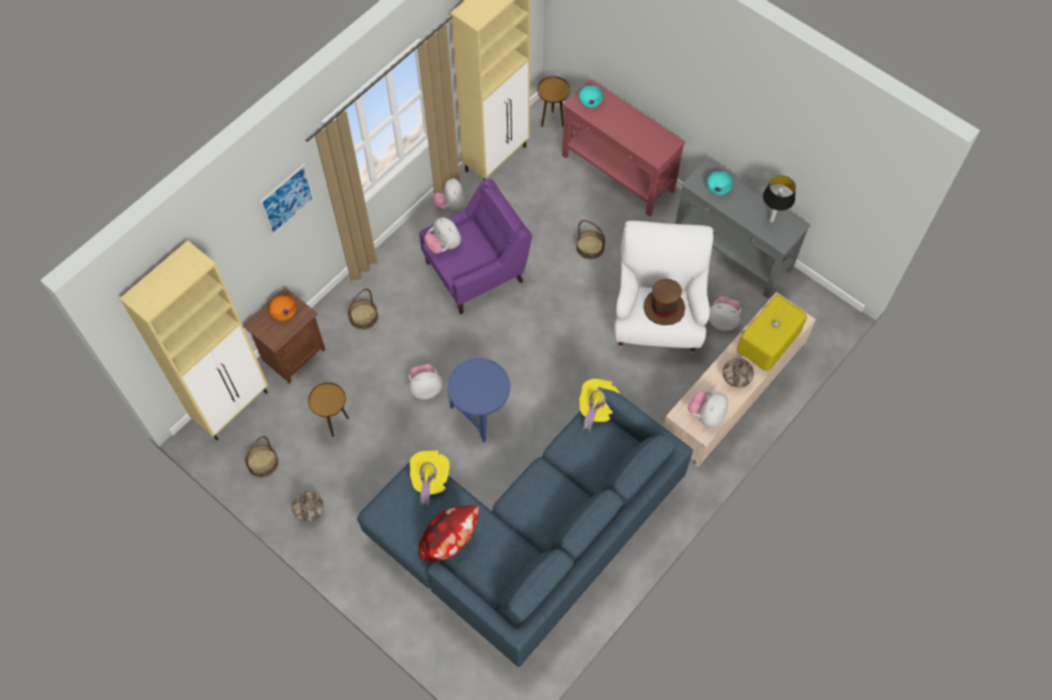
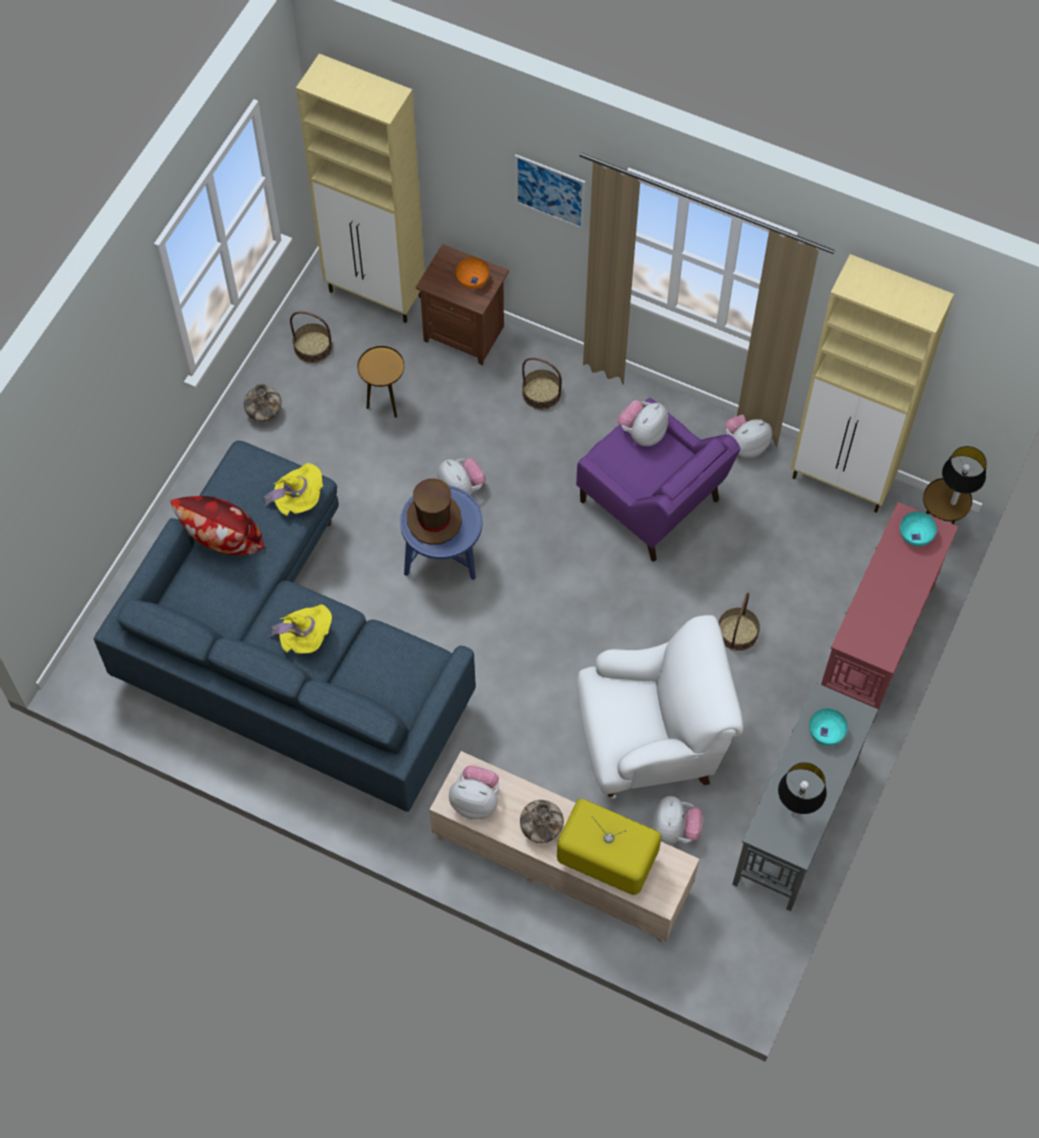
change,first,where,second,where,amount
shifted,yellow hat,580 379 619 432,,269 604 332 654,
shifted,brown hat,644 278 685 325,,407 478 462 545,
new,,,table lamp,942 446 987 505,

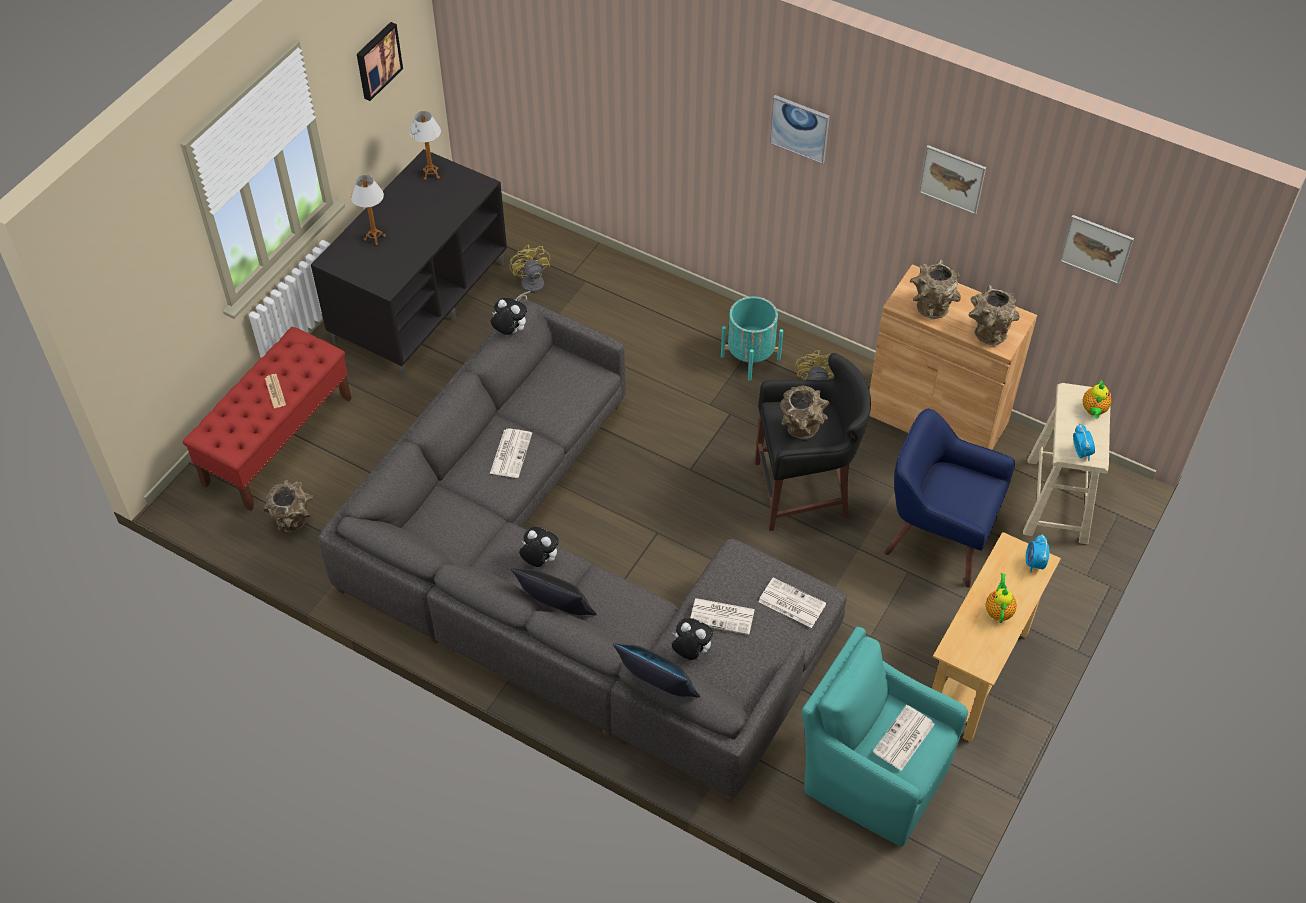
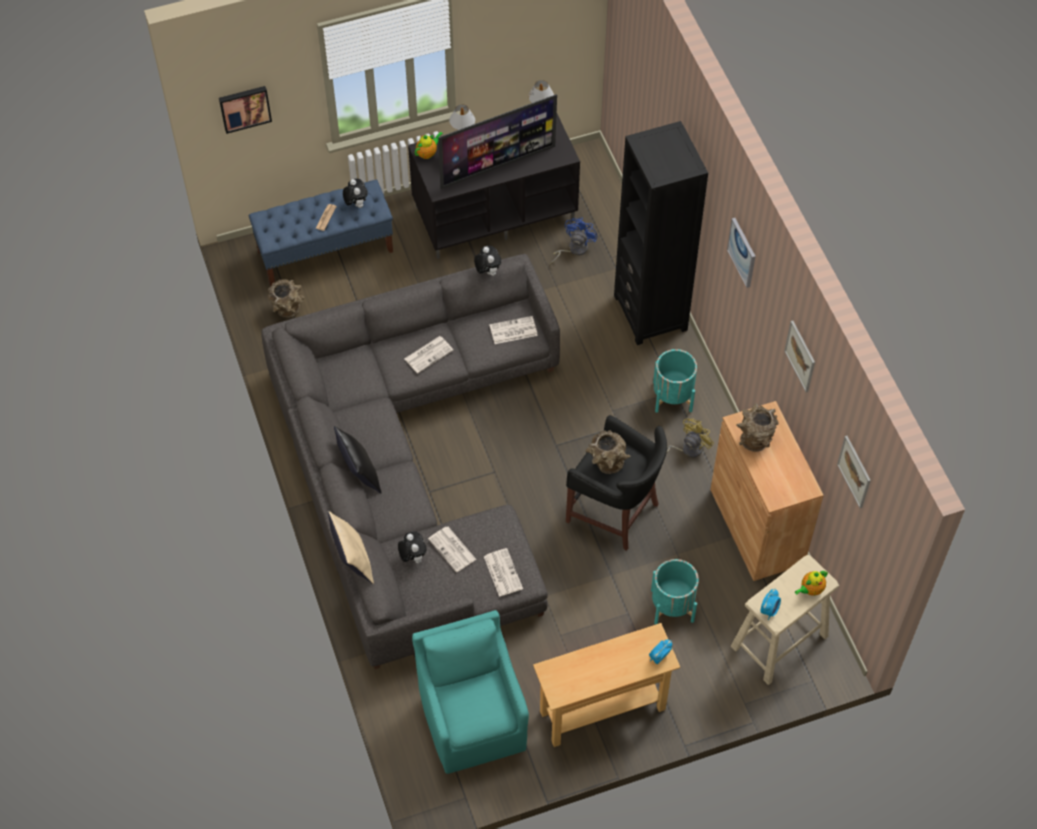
change,first,where,second,where,amount
shifted,picture,357 22 403 101,,219 86 272 134,
repainted,red bench,183 327 352 511,blue bench,249 180 393 286,
repainted,blue pillow,613 644 700 698,beige pillow,328 511 374 584,
shifted,plush toy,519 527 559 567,,343 178 368 208,
shifted,teapot,986 573 1017 623,,415 132 443 159,
new,,,television,438 94 557 189,
shifted,newspaper,872 705 935 771,,489 316 538 344,
repainted,yellow fan,509 245 550 301,blue fan,550 218 598 265,
new,,,black bookcase,614 121 708 345,
swapped,blue armchair,884 409 1015 588,turquoise planter,651 559 699 625,
gone,brown vase,969 284 1019 346,,,

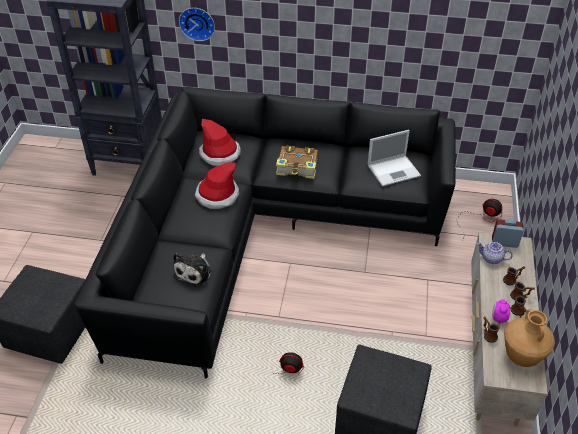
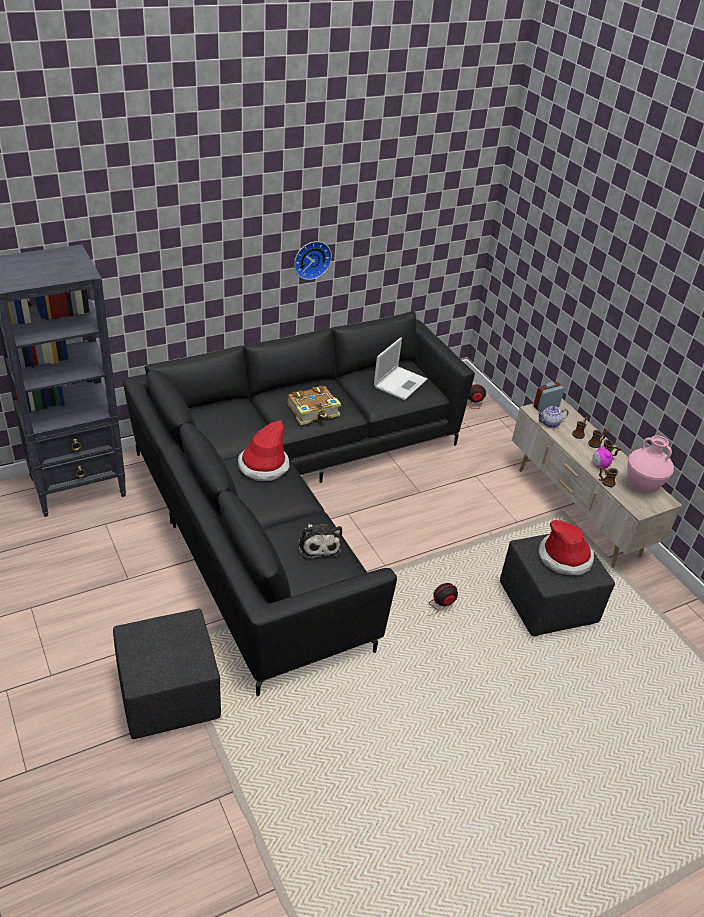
change,first,where,second,where,amount
shifted,wall clock,179 8 215 41,,294 241 332 280,
shifted,hat,199 119 241 166,,538 520 594 576,
repainted,brown vase,504 309 555 367,pink vase,627 435 674 493,

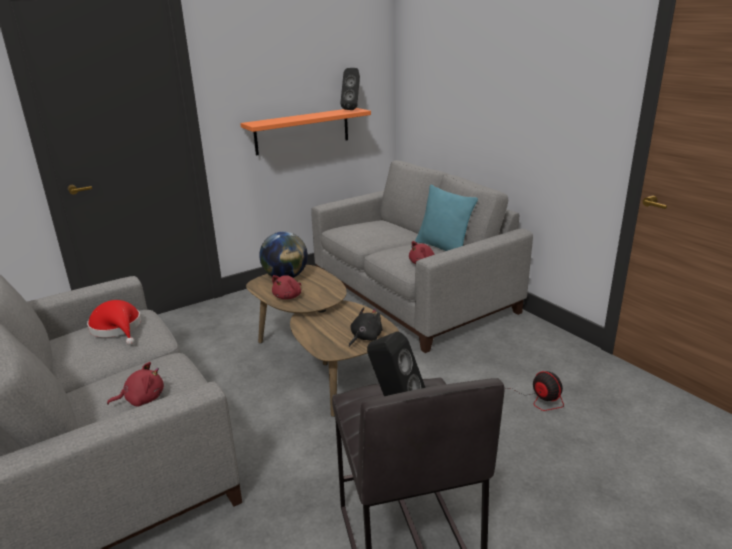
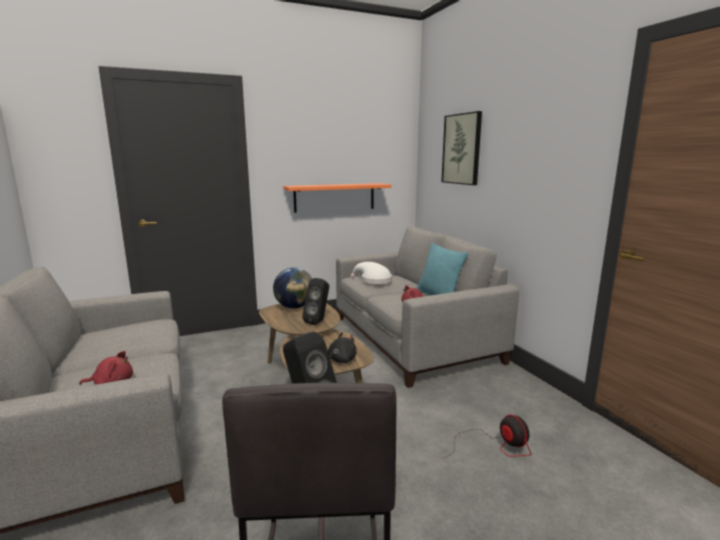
change,first,where,second,where,amount
shifted,black speaker,340 68 360 110,,302 278 329 325,
new,,,white hat,350 262 392 284,
new,,,picture,441 111 482 185,
gone,red hat,87 300 141 345,,,
gone,red plush toy,272 275 301 299,,,

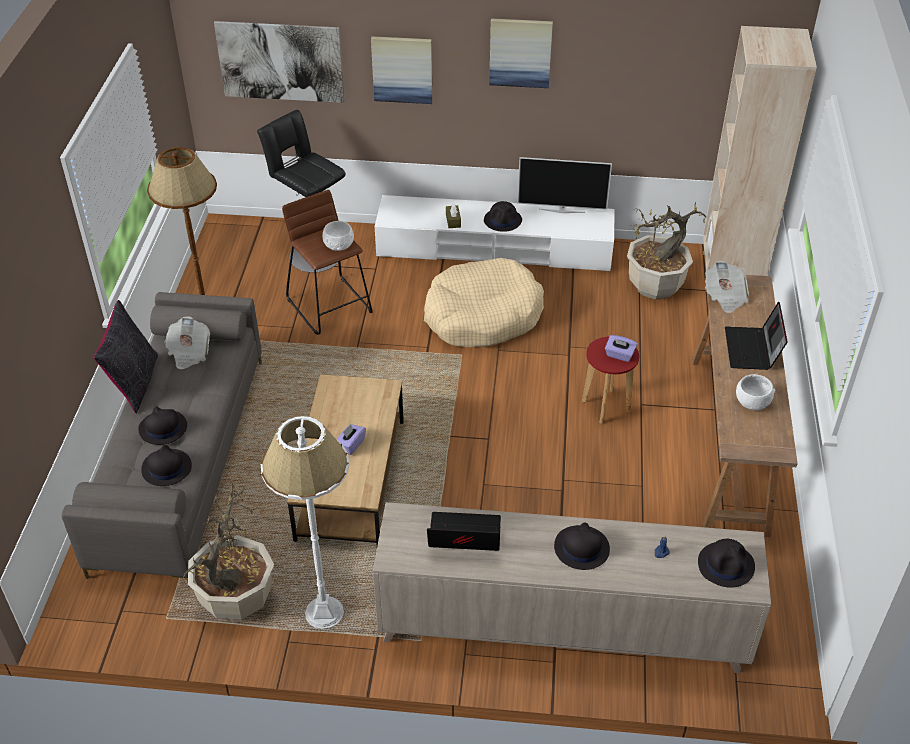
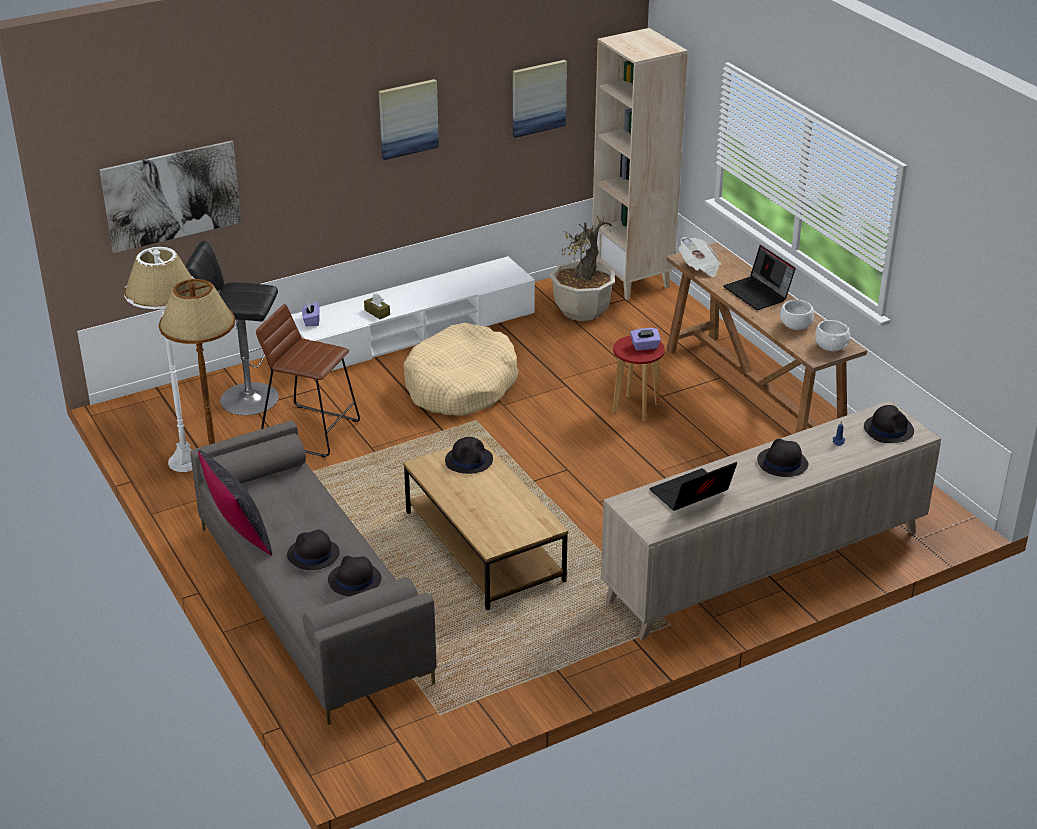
change,first,where,second,where,amount
shifted,white floor lamp,261 416 349 629,,124 247 195 472,
shifted,purple tissue box,337 424 366 455,,302 302 320 326,
shifted,black hat,484 201 522 232,,445 437 493 474,
shifted,picture,371 36 433 104,,513 60 567 138,
shifted,white bowl,322 221 354 251,,815 320 850 351,
gone,newspaper,164 316 211 369,,,
gone,potted plant,183 481 274 620,,,
gone,television,517 157 612 213,,,

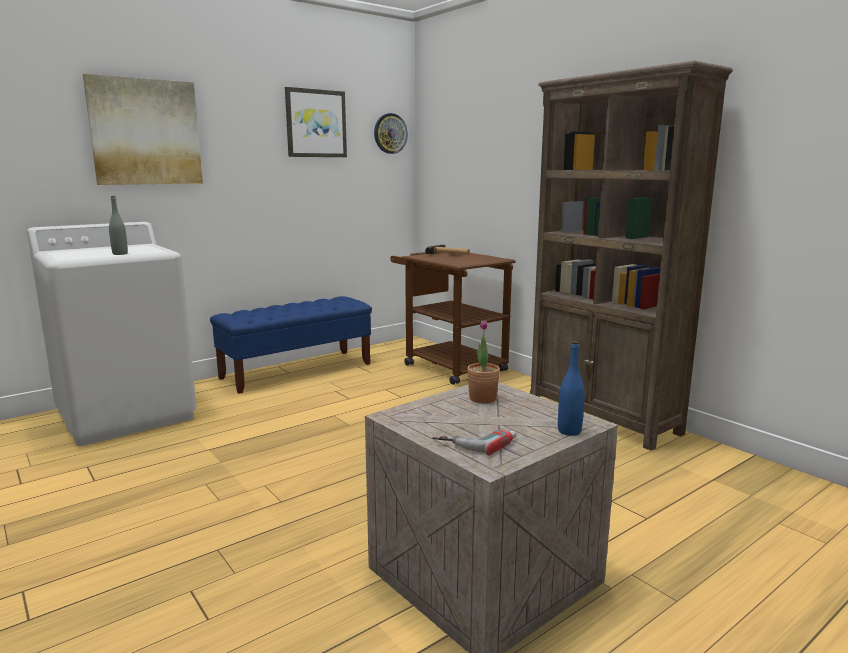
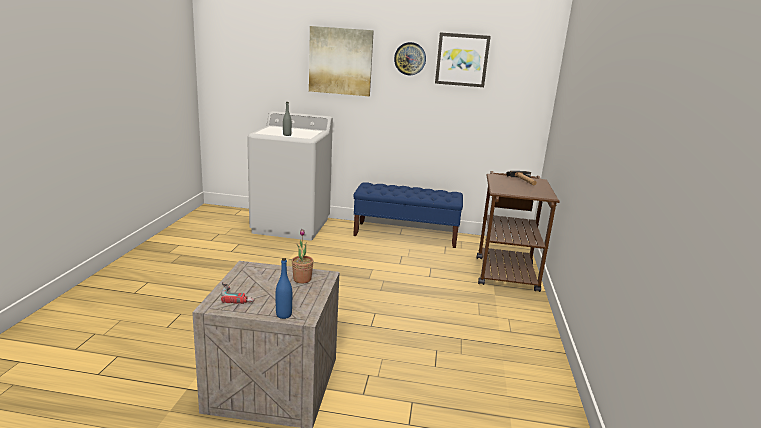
change,first,where,second,where,amount
shifted,wall clock,374 113 408 154,,394 42 426 75,
gone,brown bookcase,530 61 733 451,,,

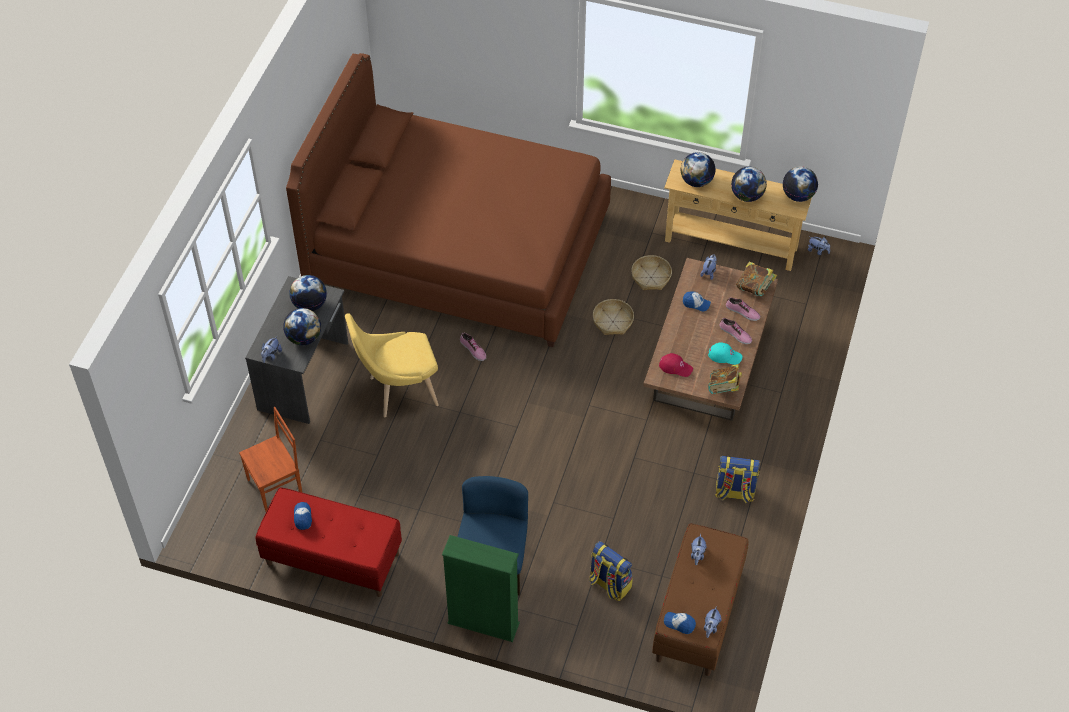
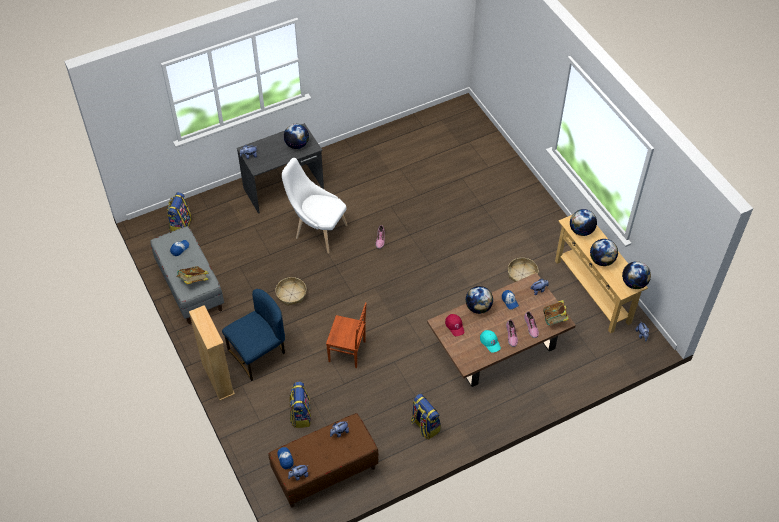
change,first,where,second,where,amount
repainted,red bench,256 487 402 597,grey bench,150 226 224 324,
new,,,backpack,167 192 192 232,
shifted,book,708 364 742 394,,176 266 209 284,
repainted,green bookcase,442 535 520 642,beige bookcase,189 305 235 401,
shifted,basket,593 299 634 335,,275 277 306 306,
repainted,yellow chair,345 313 439 418,white chair,282 158 348 253,
shifted,brown chair,239 407 302 511,,326 302 367 368,
shifted,globe,283 308 321 345,,466 286 493 314,
gone,brown bed,286 53 611 347,,,

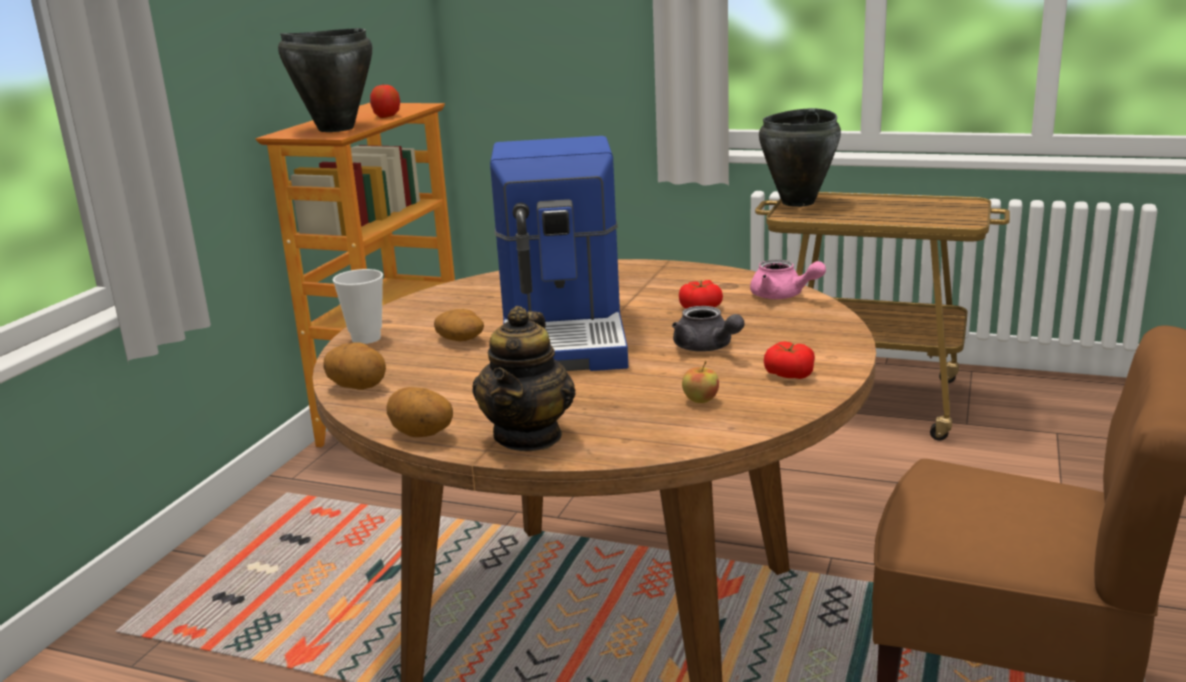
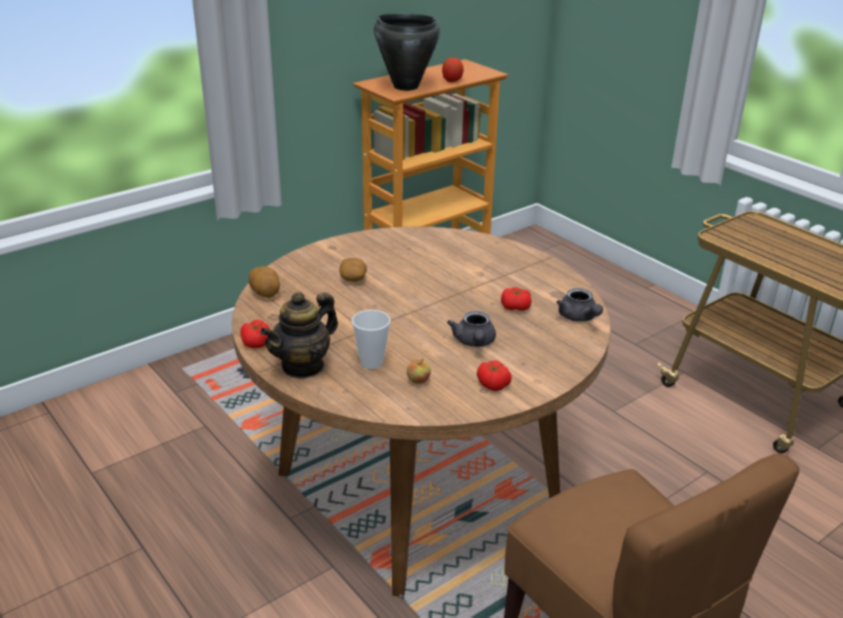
change,first,where,second,where,amount
swapped,potato,386 387 453 437,tomato,240 320 270 348,
shifted,cup,333 269 383 344,,352 310 391 369,
repainted,pink teapot,750 260 826 299,grey teapot,556 288 603 322,
gone,coffee machine,490 136 628 371,,,
gone,black cooking pot,759 108 841 207,,,

